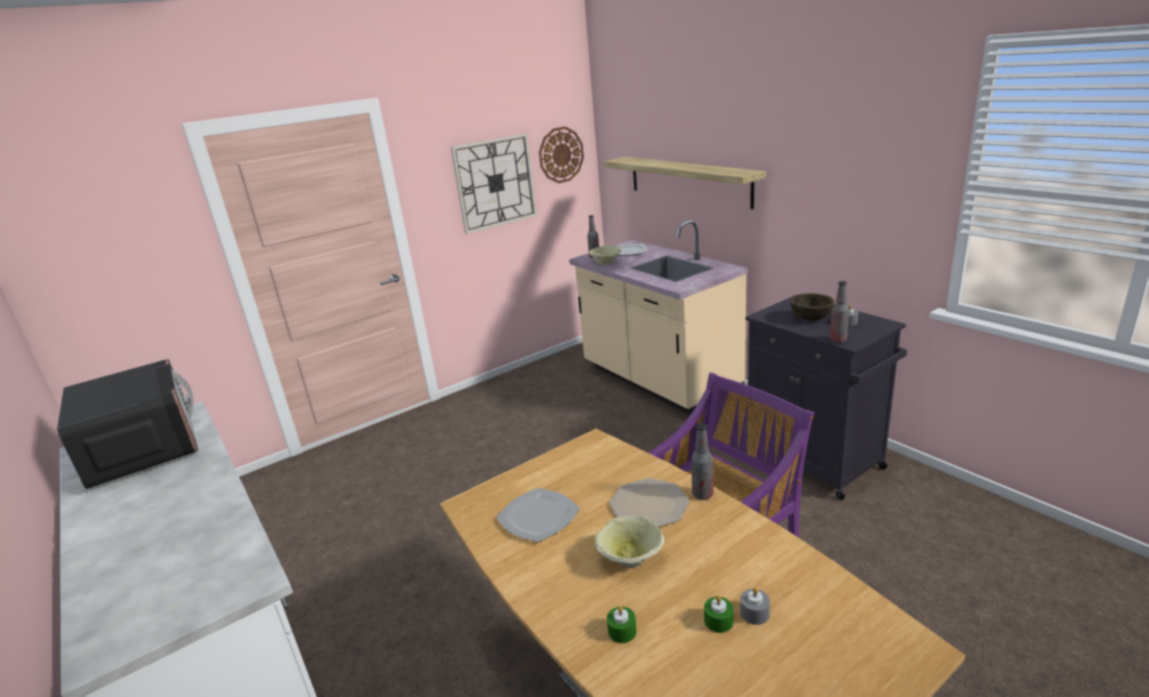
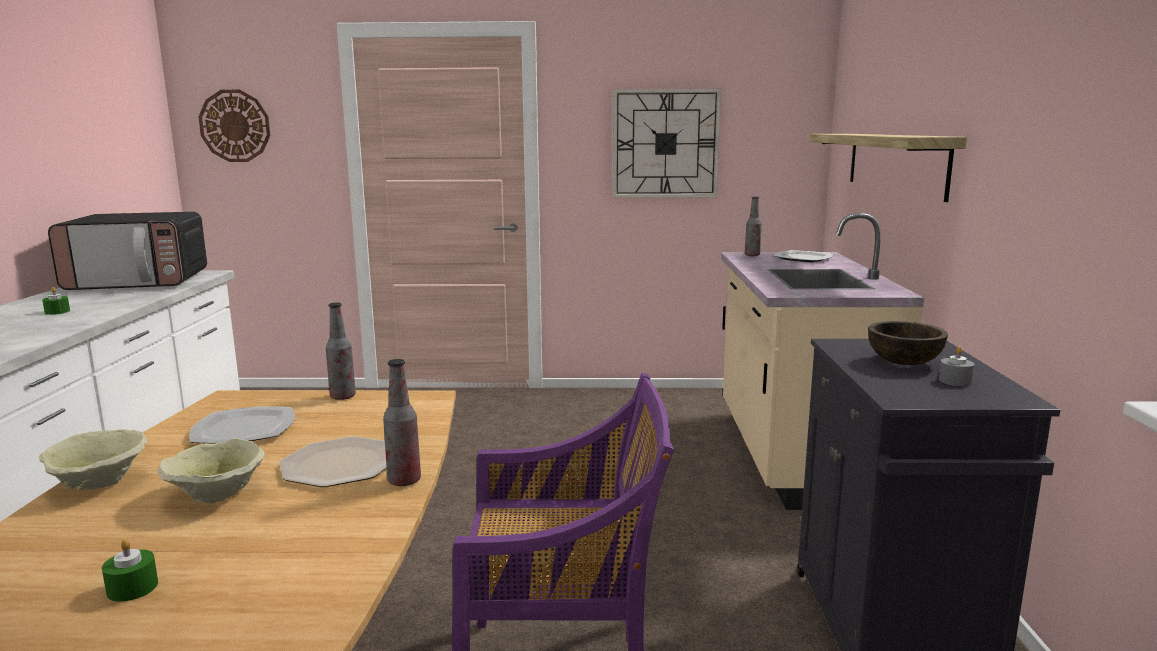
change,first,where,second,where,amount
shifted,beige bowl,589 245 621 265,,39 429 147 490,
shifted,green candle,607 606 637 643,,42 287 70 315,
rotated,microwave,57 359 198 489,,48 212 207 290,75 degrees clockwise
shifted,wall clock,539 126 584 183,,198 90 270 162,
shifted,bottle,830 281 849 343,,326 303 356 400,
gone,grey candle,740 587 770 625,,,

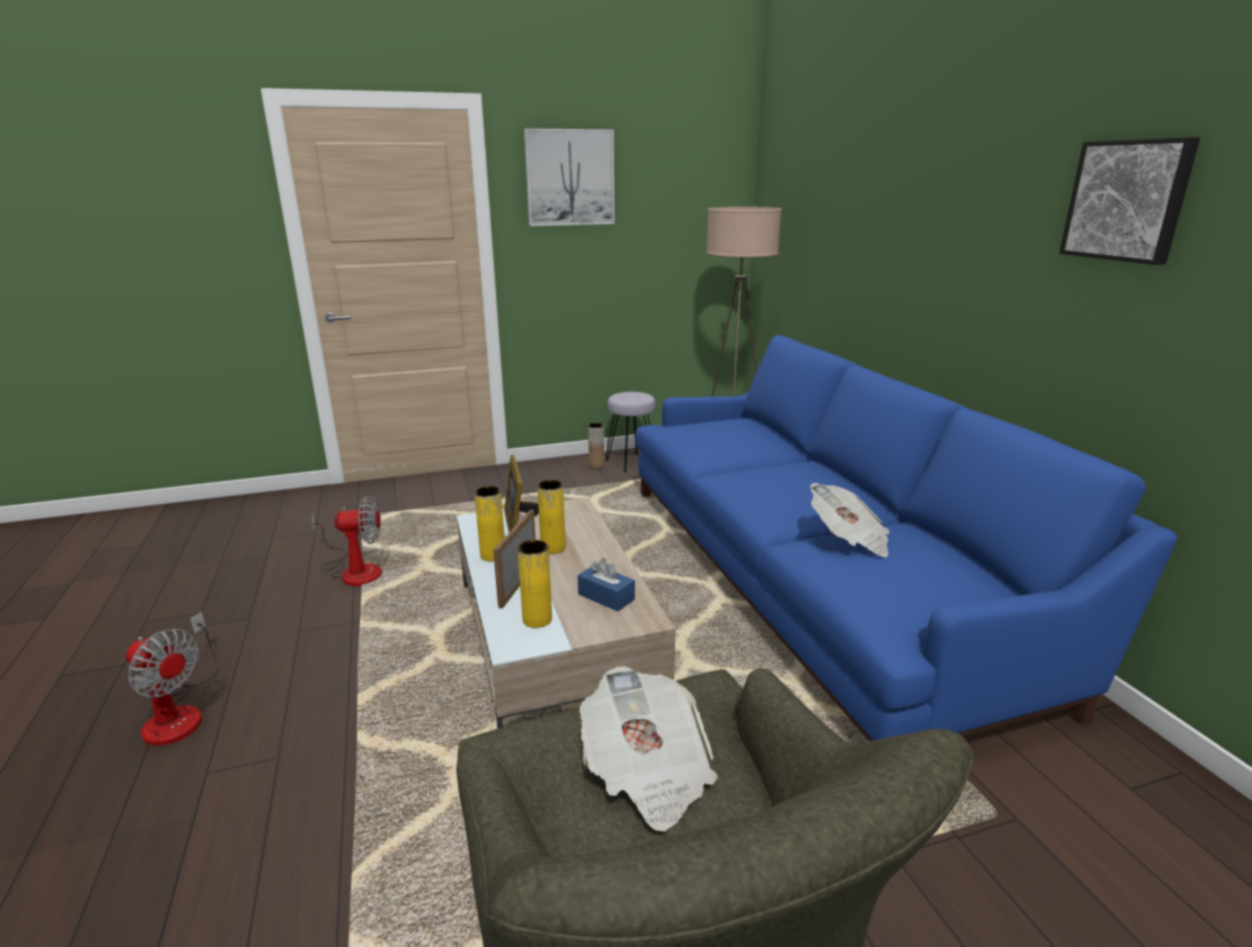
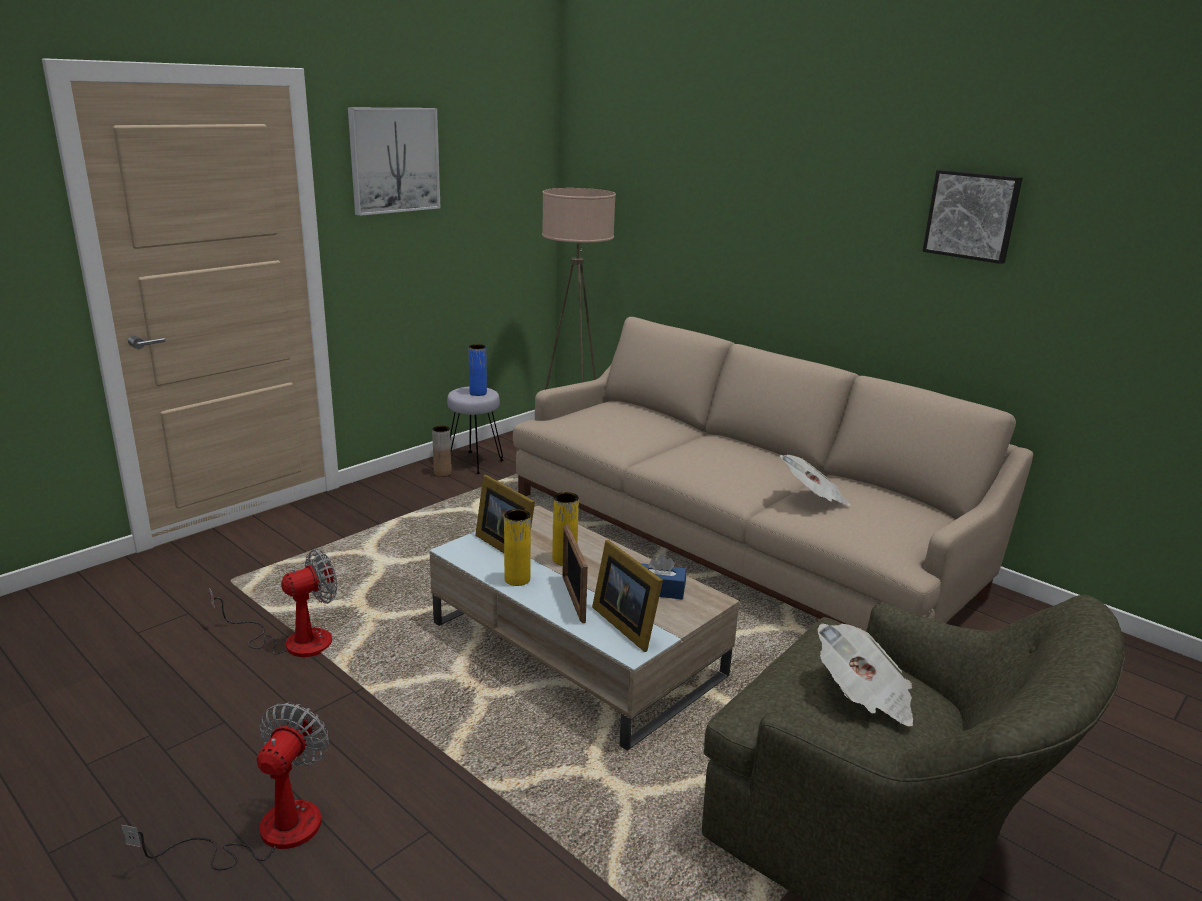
change,first,where,second,where,amount
rotated,fan,126 612 220 746,,121 703 329 870,75 degrees counterclockwise
new,,,blue vase,469 344 487 396,
repainted,blue sofa,635 335 1177 742,beige sofa,513 317 1033 631,
swapped,yellow vase,517 540 552 628,picture frame,592 540 663 652,

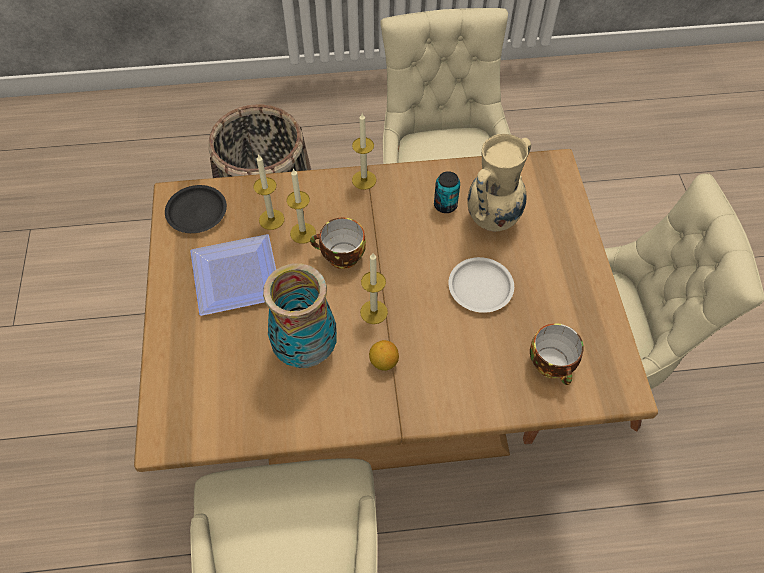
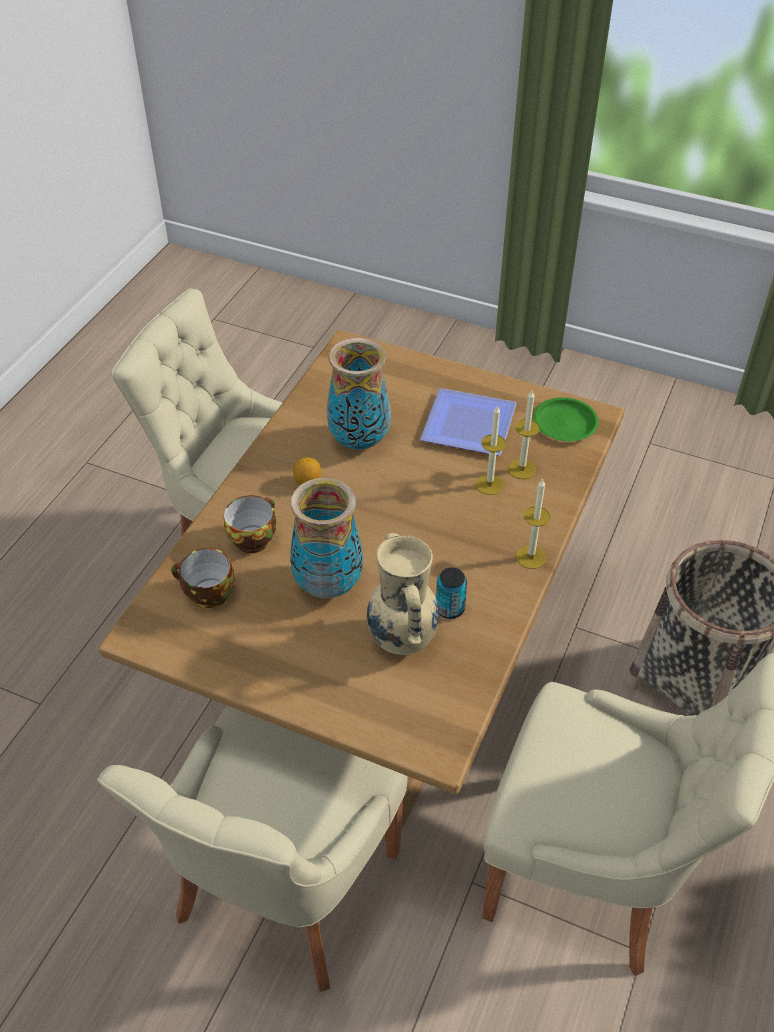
change,first,where,second,where,amount
shifted,cup,310 217 366 269,,224 495 276 553,
swapped,white plate,448 257 514 313,vase,290 478 363 598,
repainted,black plate,165 185 227 233,green plate,533 397 599 441,
gone,candle,360 253 388 324,,,

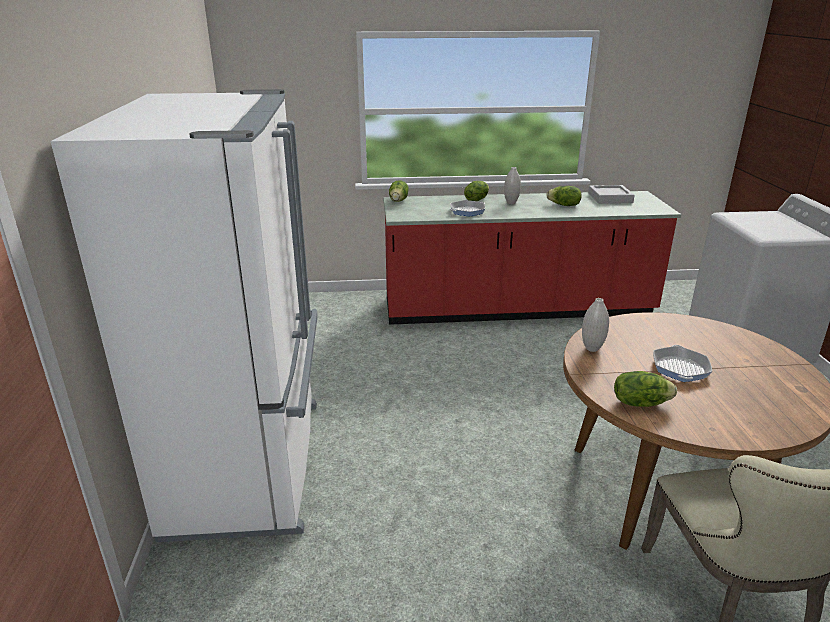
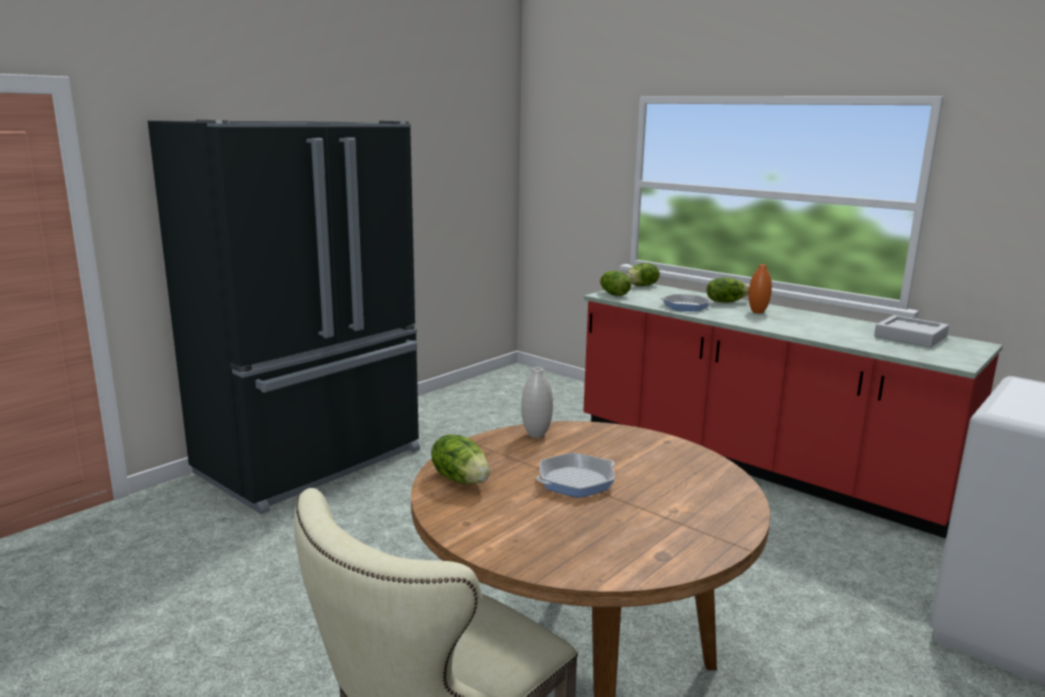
change,first,where,second,where,amount
repainted,white fridge,51 89 318 542,black fridge,148 119 420 514,
shifted,lettuce,546 186 582 206,,600 271 631 296,
repainted,white vase,504 167 521 204,orange vase,749 264 772 313,

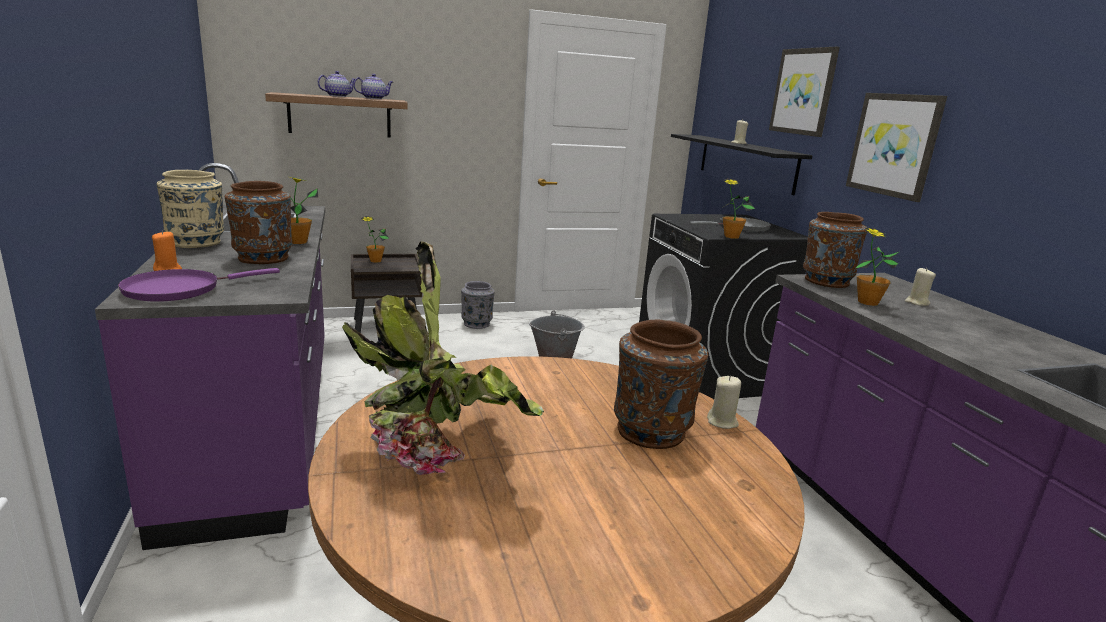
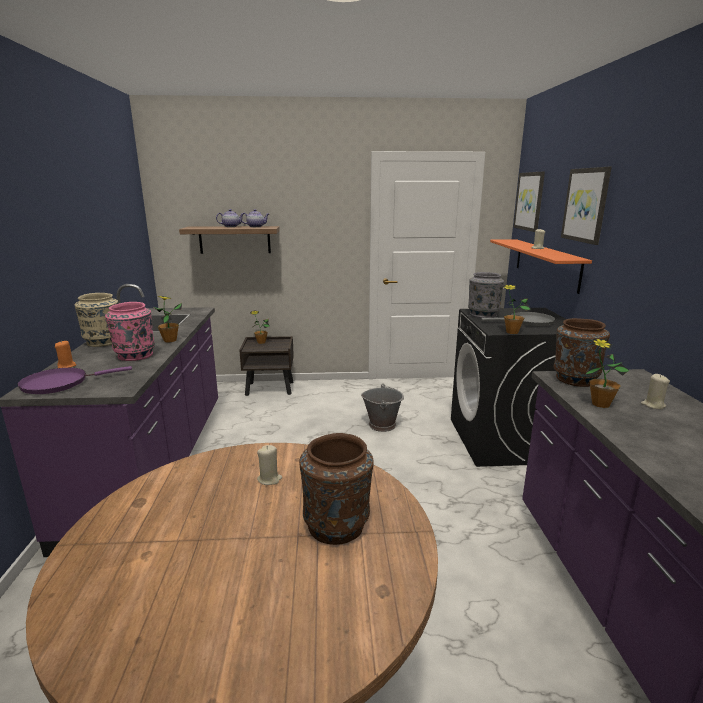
change,first,where,second,where,amount
repainted,brown vase,225 181 292 264,pink vase,105 302 155 361,
shifted,beige candle,707 376 741 429,,257 445 282 485,
shifted,grey vase,461 281 495 329,,468 272 504 318,
repainted,black shelf,671 134 813 195,orange shelf,490 239 592 294,
shifted,picture,846 93 947 202,,513 171 545 232,
gone,potted plant,342 241 544 475,,,

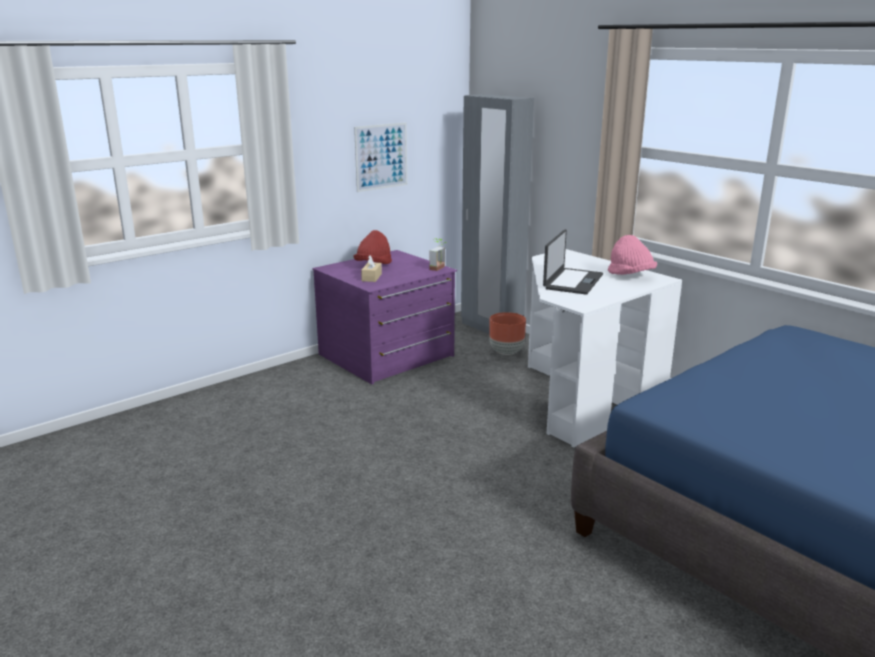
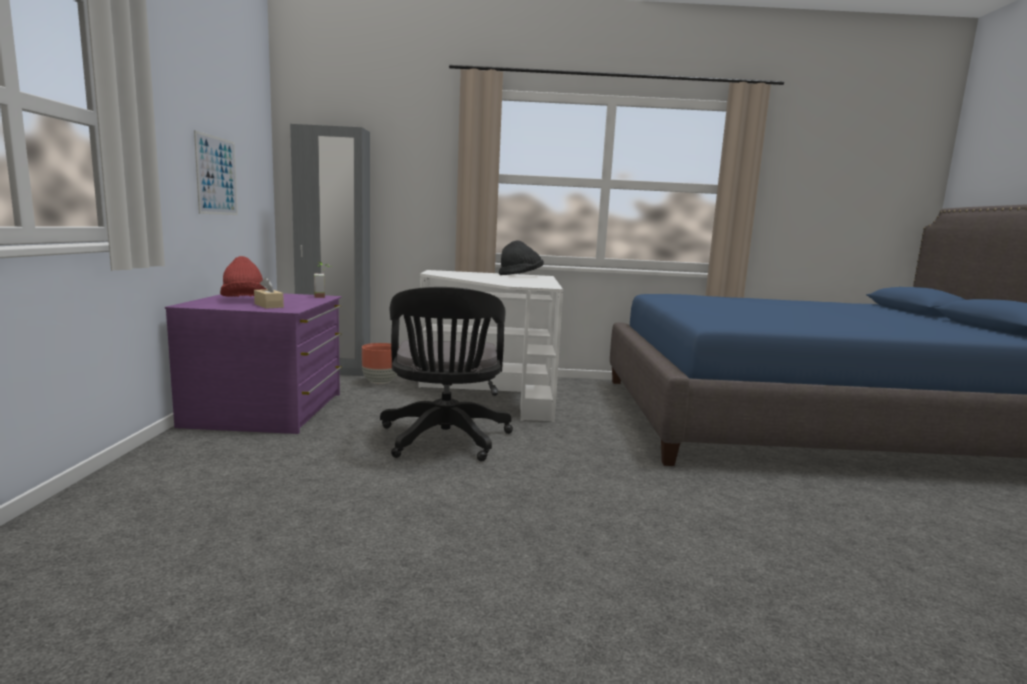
change,first,where,second,where,amount
new,,,black office chair,380 287 513 461,
repainted,pink hat,608 235 657 275,black hat,499 240 544 275,
gone,laptop,543 229 603 295,,,

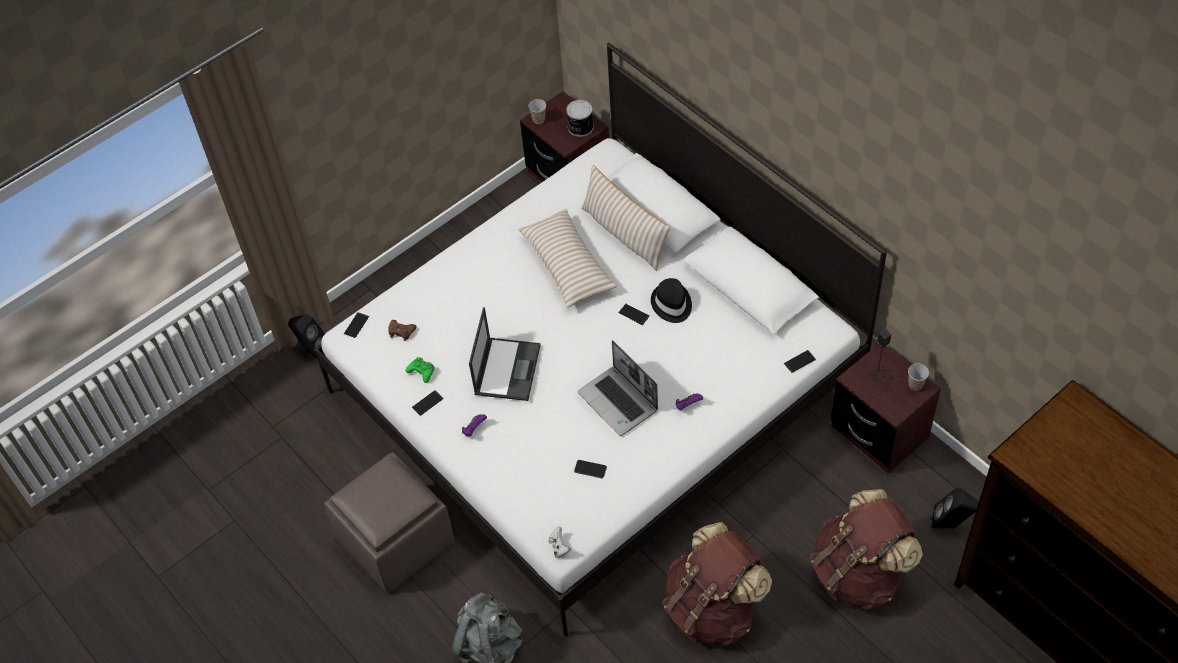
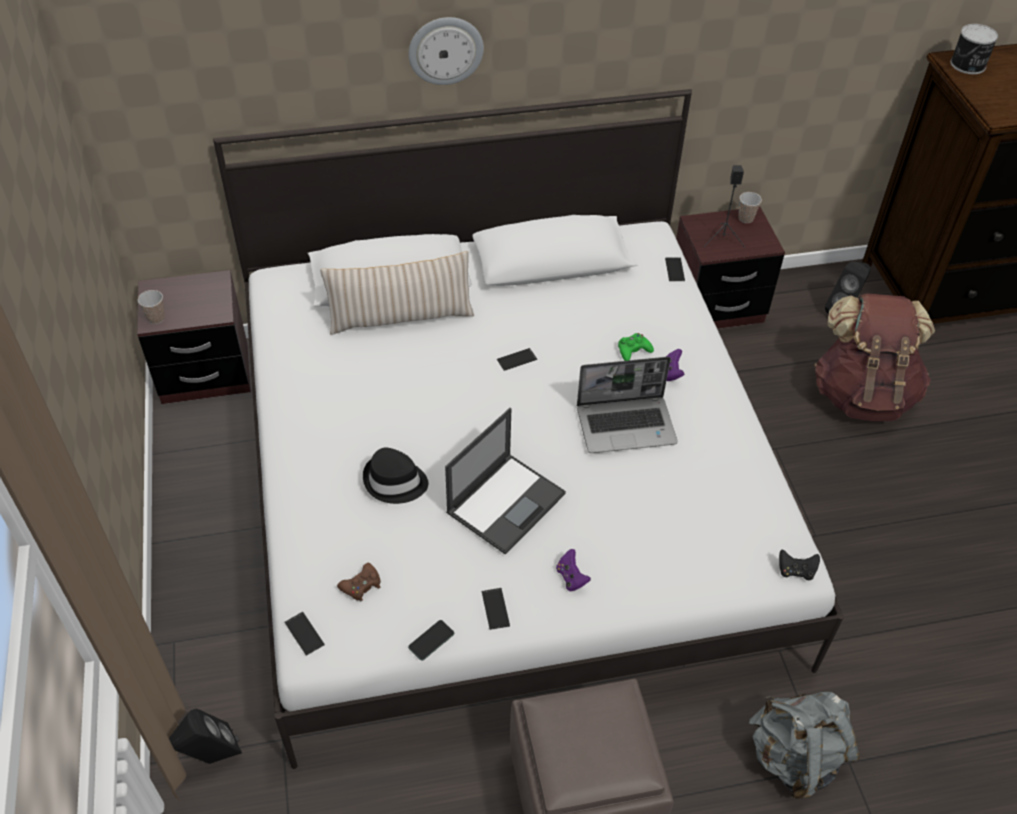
change,first,where,second,where,amount
shifted,black hat,651 278 692 323,,363 448 428 504,
new,,,wall clock,408 17 484 85,
shifted,phone,574 460 607 478,,408 620 454 661,
rotated,laptop,469 307 541 401,,445 408 566 555,90 degrees clockwise
shifted,green game controller,406 357 434 383,,618 333 654 361,
repainted,white game controller,548 527 571 558,black game controller,779 549 820 580,
shifted,can,566 100 594 137,,950 24 998 74,
gone,beige pillow,518 209 617 308,,,
gone,brown backpack,662 522 772 646,,,

